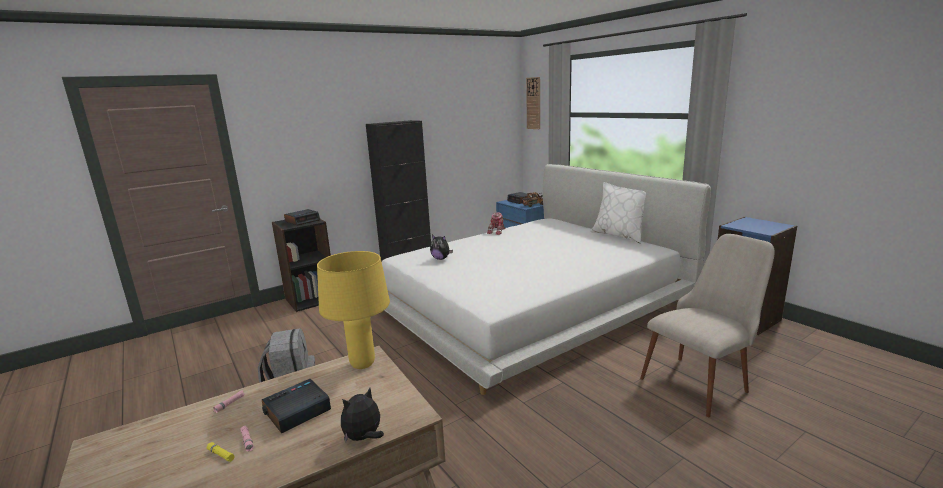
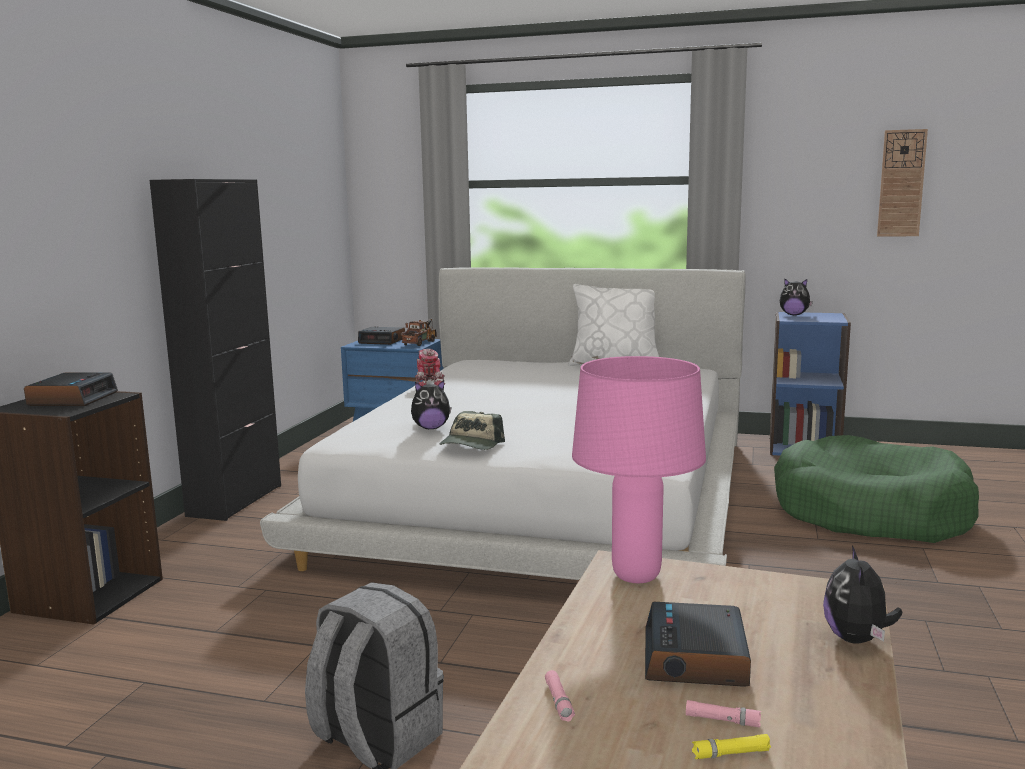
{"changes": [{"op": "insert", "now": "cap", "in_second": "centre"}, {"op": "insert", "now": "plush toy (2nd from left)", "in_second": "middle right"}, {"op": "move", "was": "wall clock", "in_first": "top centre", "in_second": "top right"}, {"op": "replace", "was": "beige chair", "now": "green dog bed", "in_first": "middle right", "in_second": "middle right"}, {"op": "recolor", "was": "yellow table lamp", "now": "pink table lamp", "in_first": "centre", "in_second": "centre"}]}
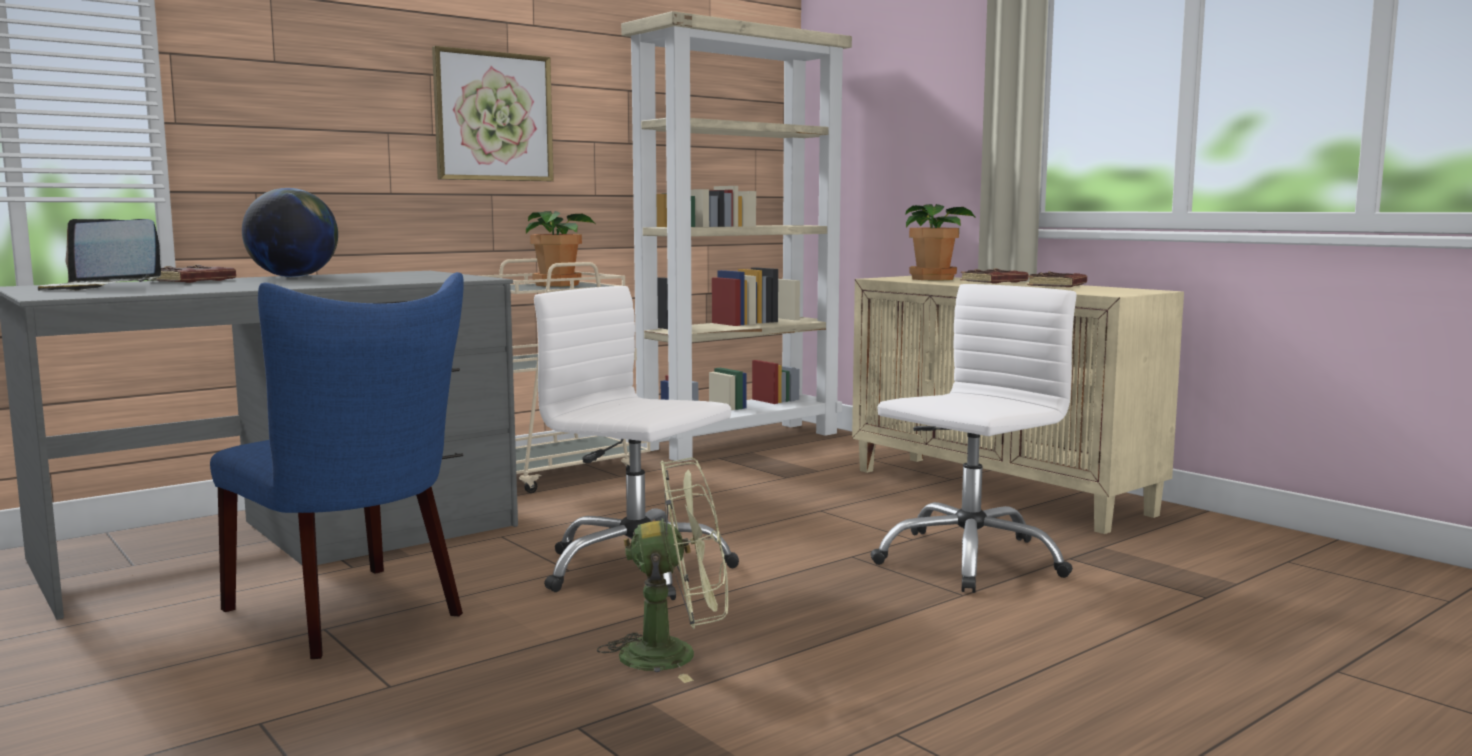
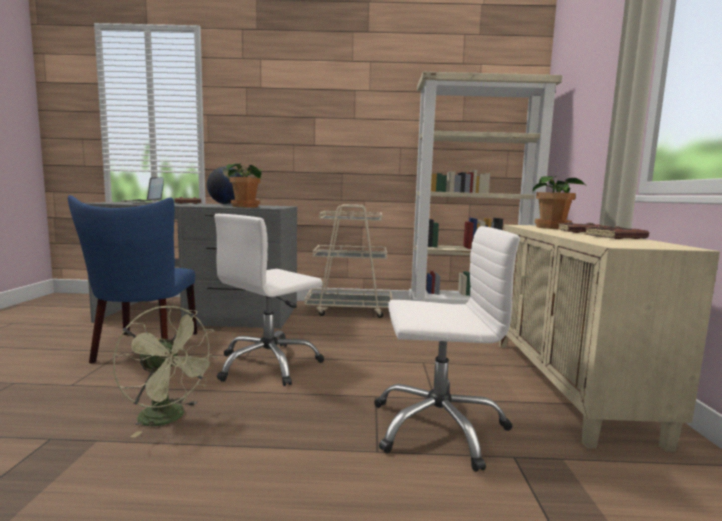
{"changes": [{"op": "delete", "was": "picture", "in_first": "top centre"}, {"op": "move", "was": "potted plant (1st from left)", "in_first": "top centre", "in_second": "centre"}, {"op": "rotate", "was": "white office chair (1st from left)", "in_first": "centre", "in_second": "centre", "clockwise": -120}]}
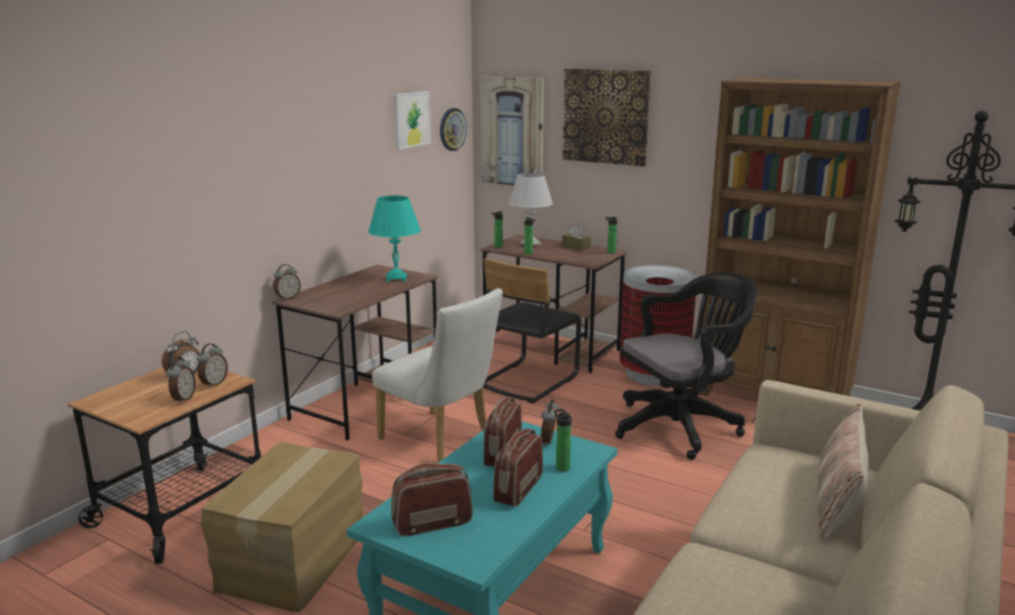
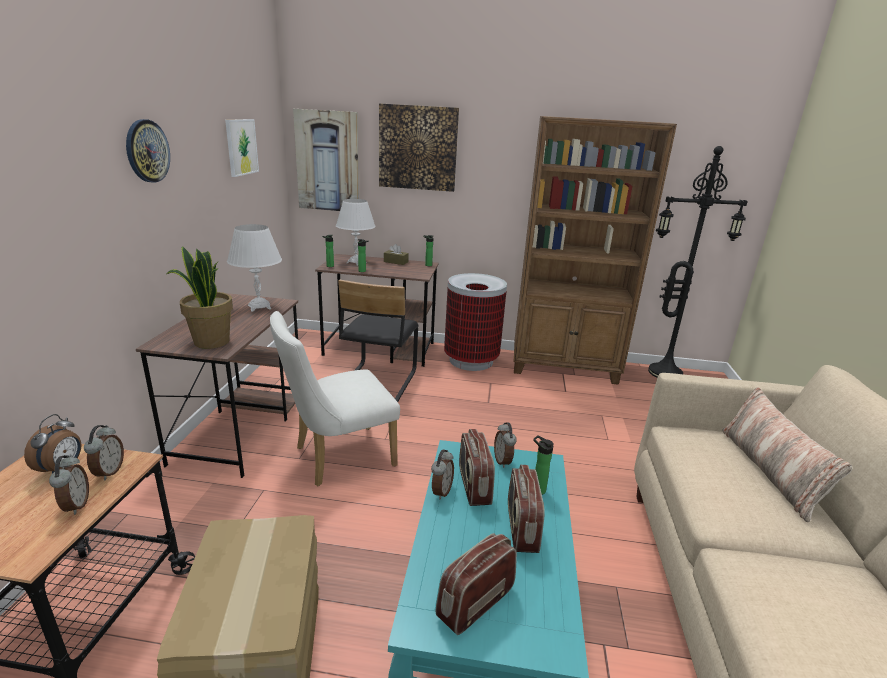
{"changes": [{"op": "delete", "was": "black office chair", "in_first": "middle right"}, {"op": "insert", "now": "potted plant", "in_second": "middle left"}, {"op": "move", "was": "alarm clock (4th from left)", "in_first": "middle left", "in_second": "bottom centre"}, {"op": "move", "was": "wall clock", "in_first": "top centre", "in_second": "top left"}, {"op": "recolor", "was": "turquoise table lamp", "now": "white table lamp (1st from left)", "in_first": "centre", "in_second": "middle left"}, {"op": "rotate", "was": "white chair", "in_first": "centre", "in_second": "centre", "clockwise": 135}]}
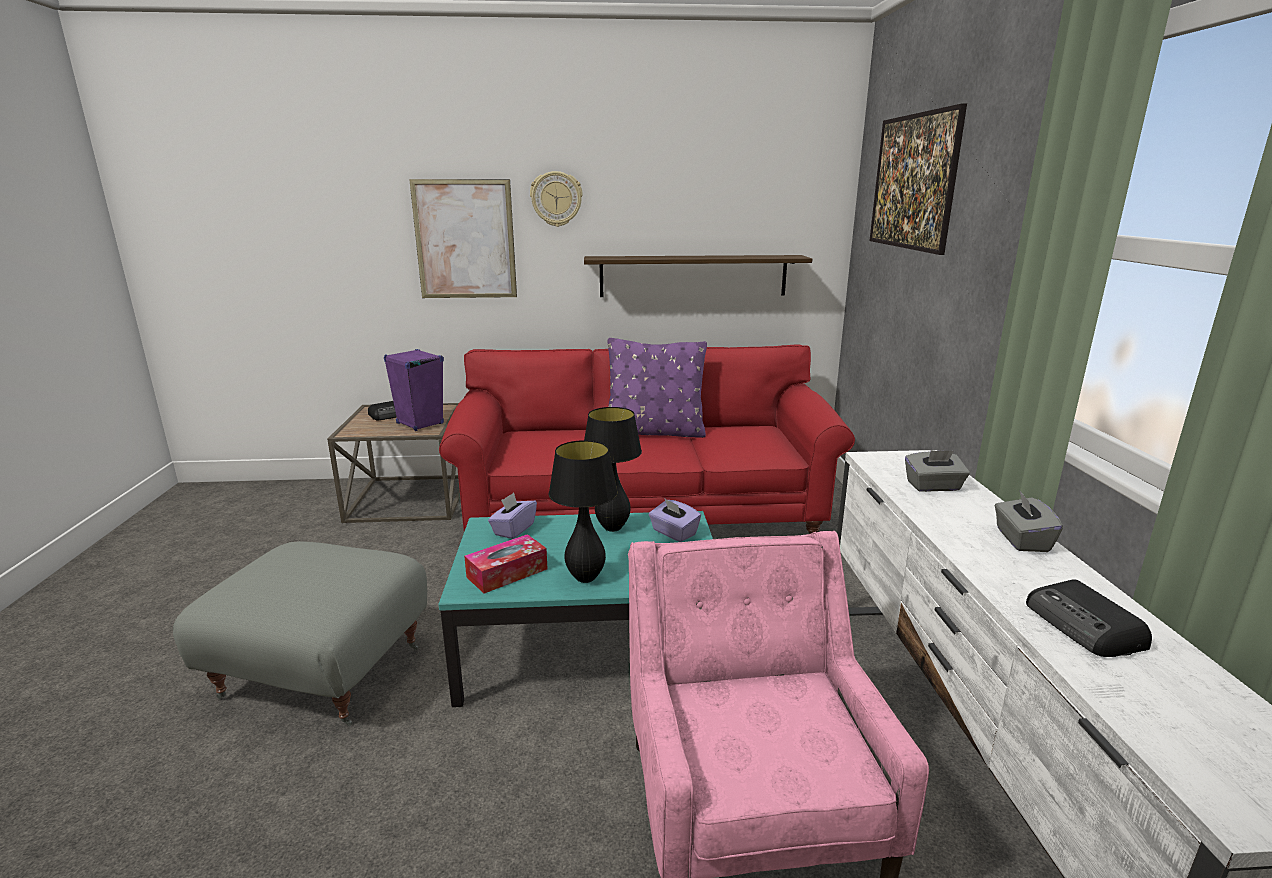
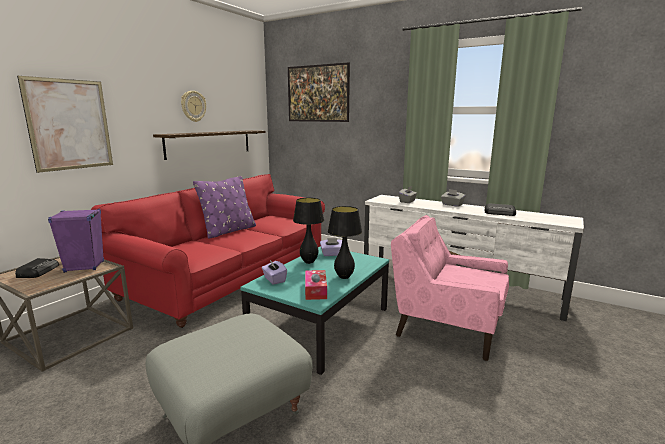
{"changes": [{"op": "move", "was": "wall clock", "in_first": "top centre", "in_second": "top left"}]}
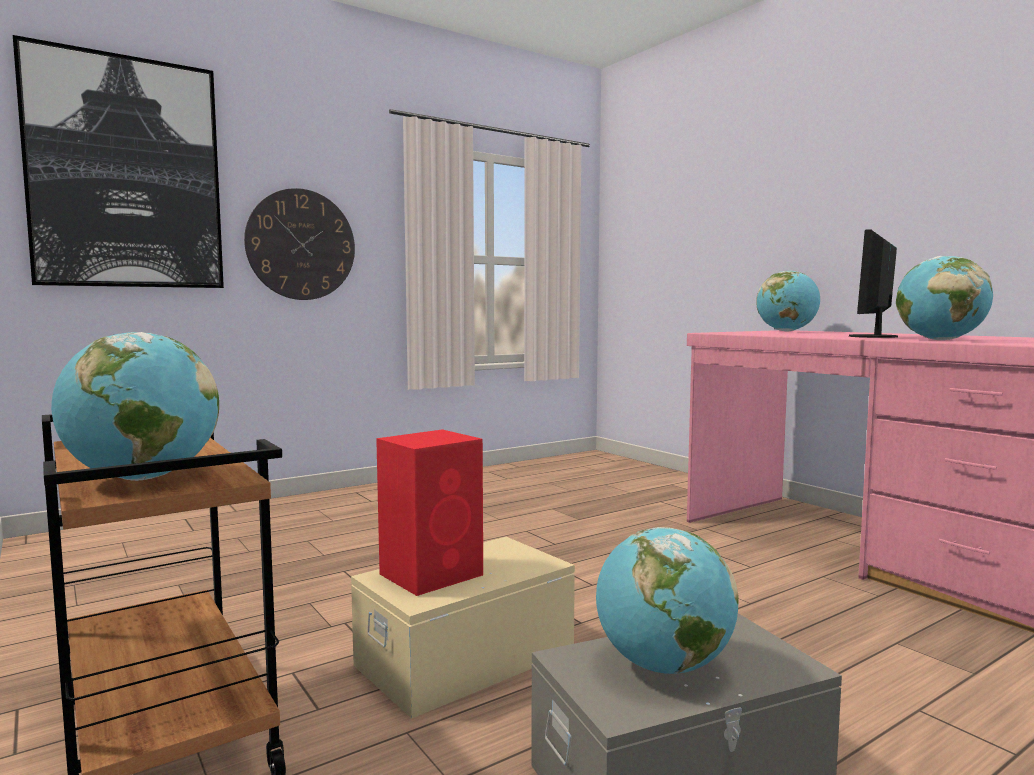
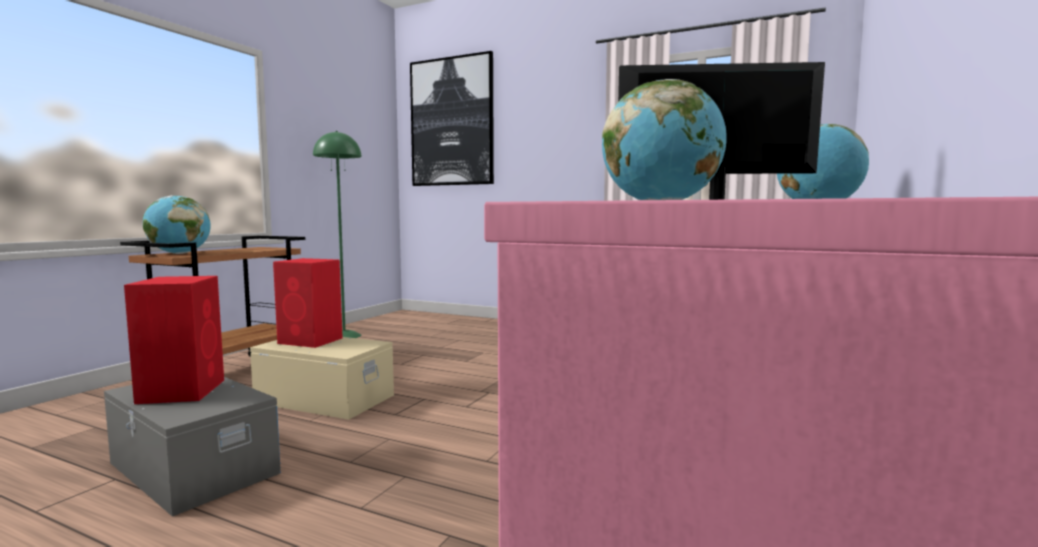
{"changes": [{"op": "delete", "was": "wall clock", "in_first": "top left"}, {"op": "insert", "now": "green floor lamp", "in_second": "middle left"}, {"op": "replace", "was": "globe (2nd from left)", "now": "red speaker (1st from left)", "in_first": "bottom centre", "in_second": "middle left"}]}
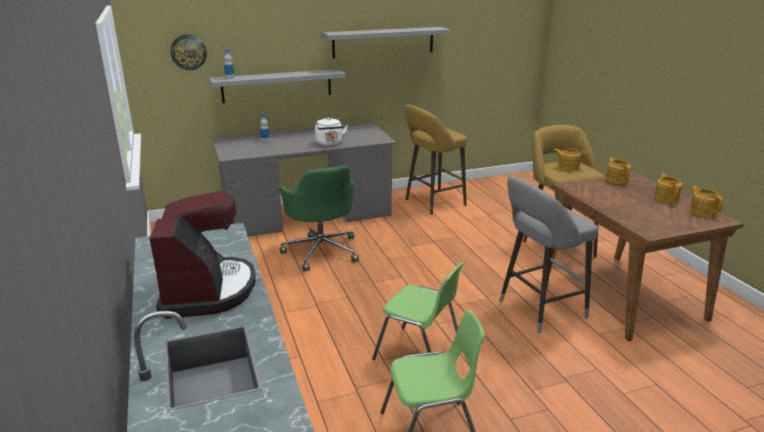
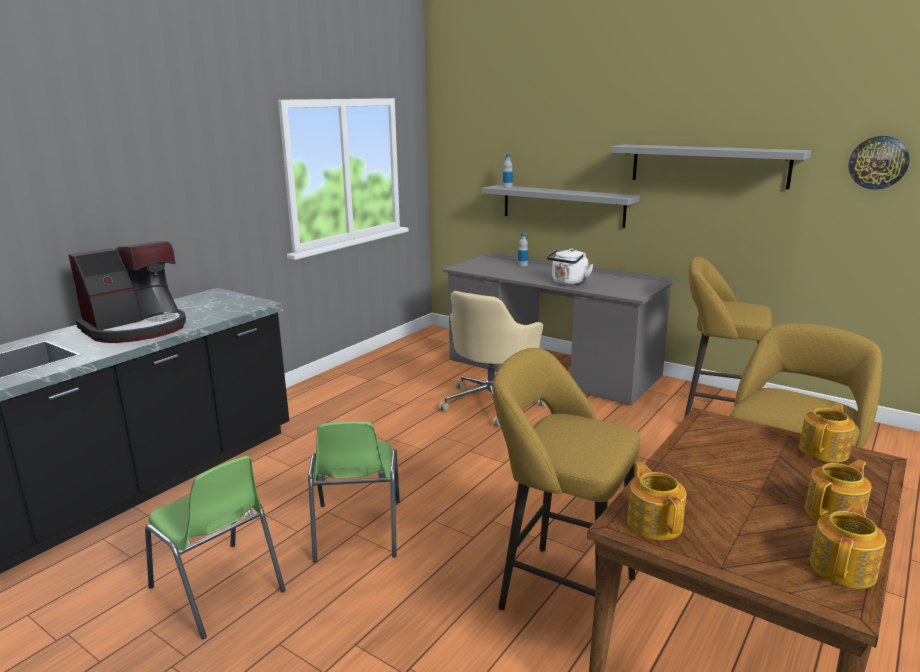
{"changes": [{"op": "move", "was": "wall clock", "in_first": "top left", "in_second": "top right"}, {"op": "move", "was": "teapot (1st from left)", "in_first": "middle right", "in_second": "bottom right"}, {"op": "recolor", "was": "green office chair", "now": "beige office chair", "in_first": "centre", "in_second": "centre"}, {"op": "recolor", "was": "grey stool", "now": "yellow stool (1st from left)", "in_first": "middle right", "in_second": "bottom centre"}]}
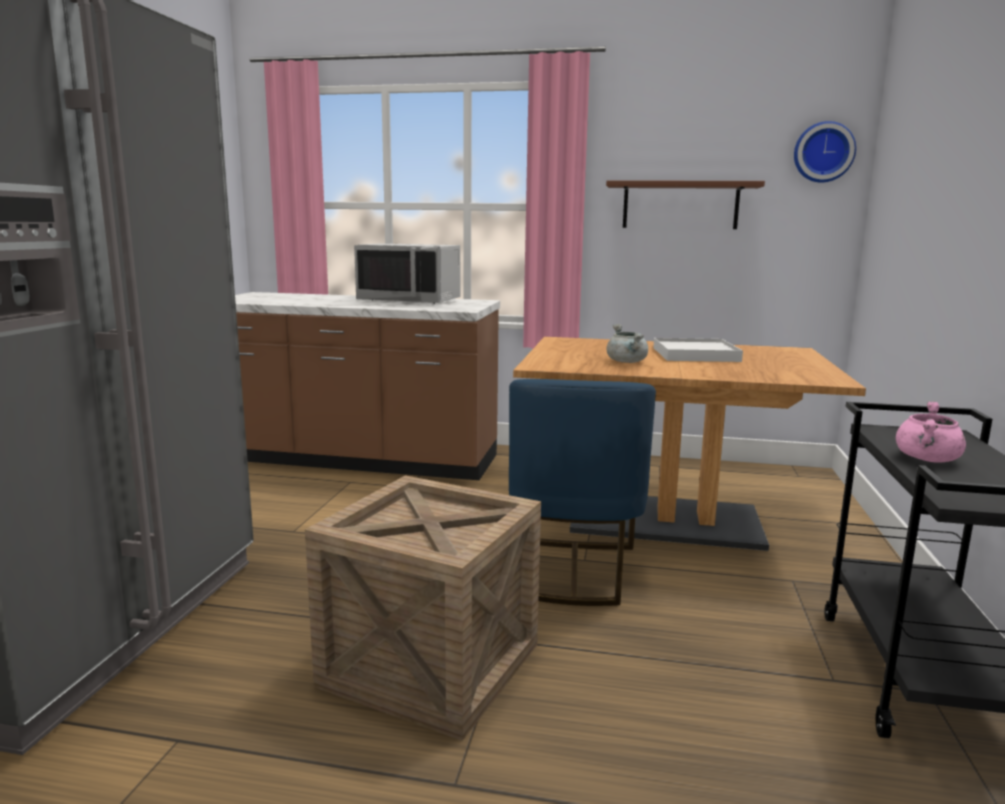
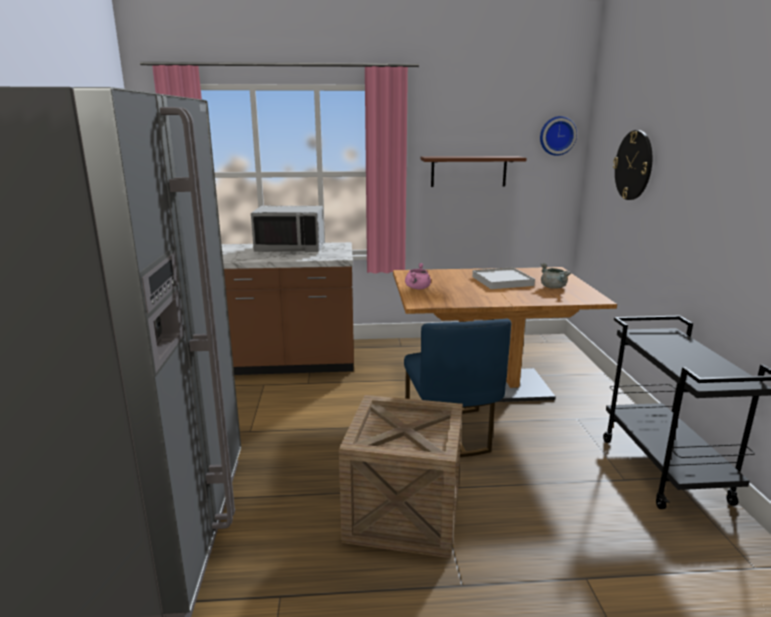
{"changes": [{"op": "insert", "now": "wall clock (2nd from left)", "in_second": "top right"}, {"op": "move", "was": "grey cooking pot", "in_first": "centre", "in_second": "middle right"}, {"op": "move", "was": "pink cooking pot", "in_first": "middle right", "in_second": "centre"}]}
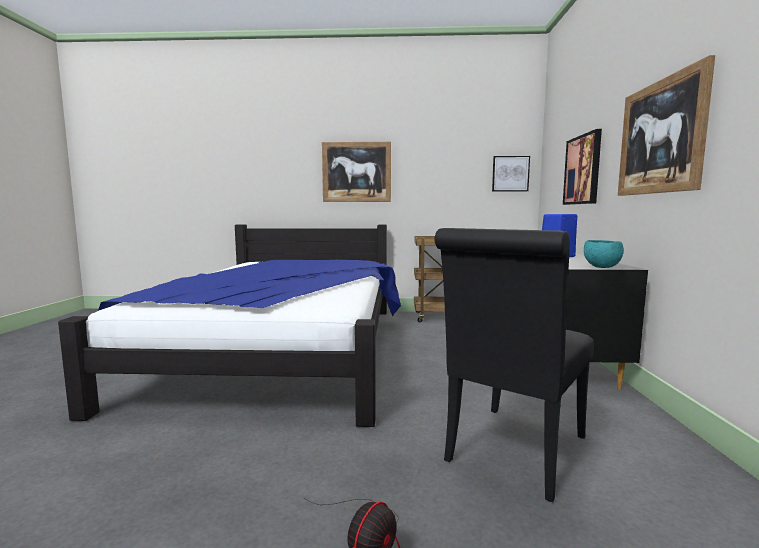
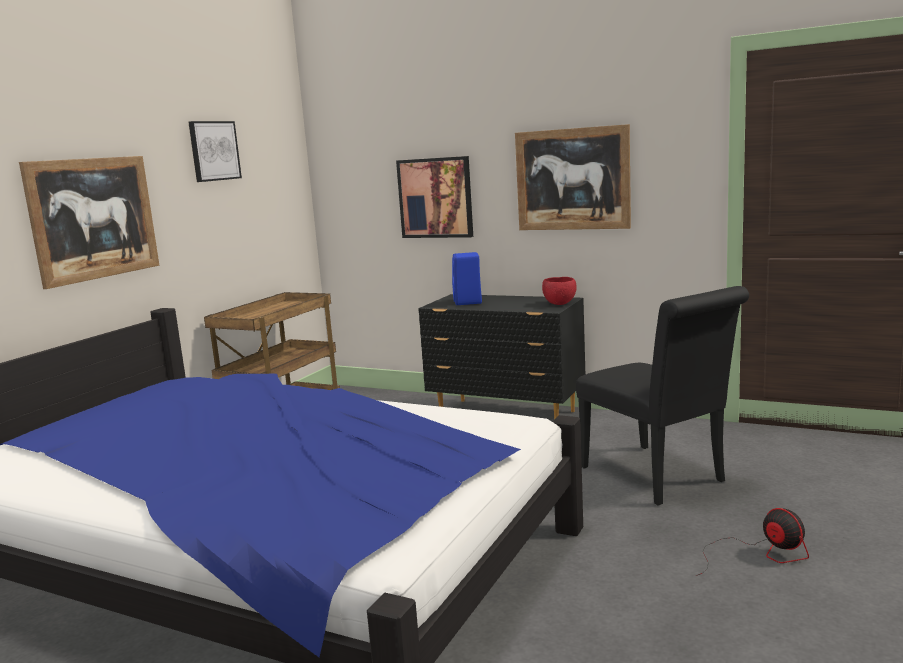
{"changes": [{"op": "move", "was": "picture (2nd from left)", "in_first": "top right", "in_second": "top left"}, {"op": "recolor", "was": "turquoise bowl", "now": "red bowl", "in_first": "middle right", "in_second": "centre"}]}
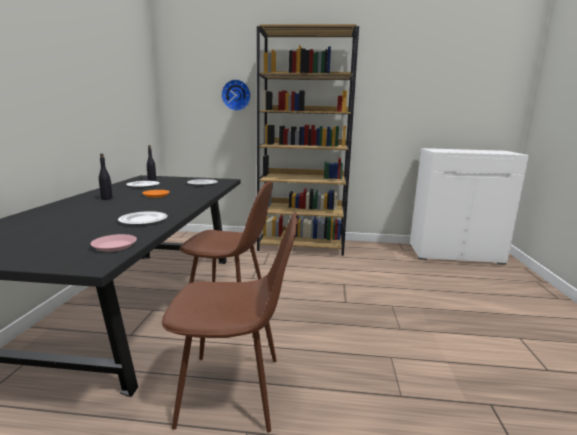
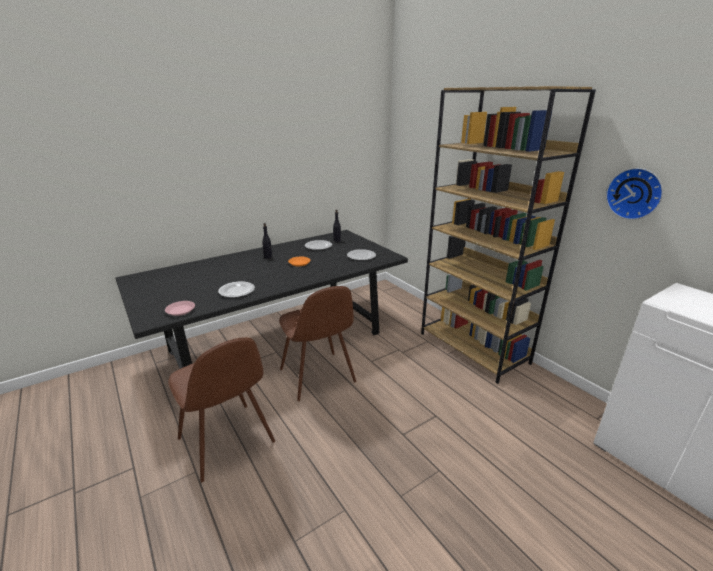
{"changes": [{"op": "move", "was": "wall clock", "in_first": "top centre", "in_second": "middle right"}]}
